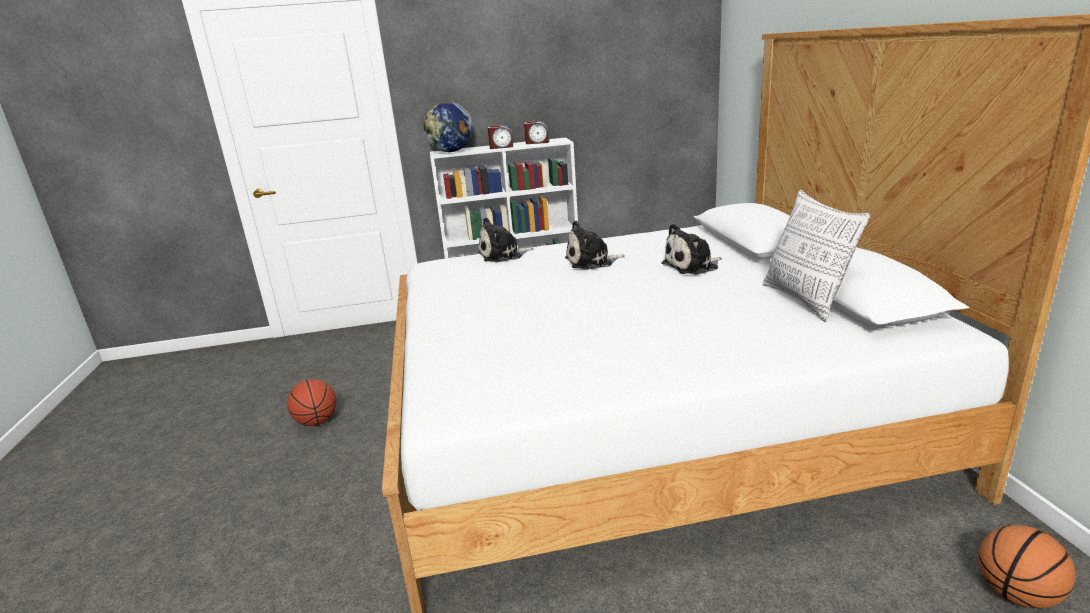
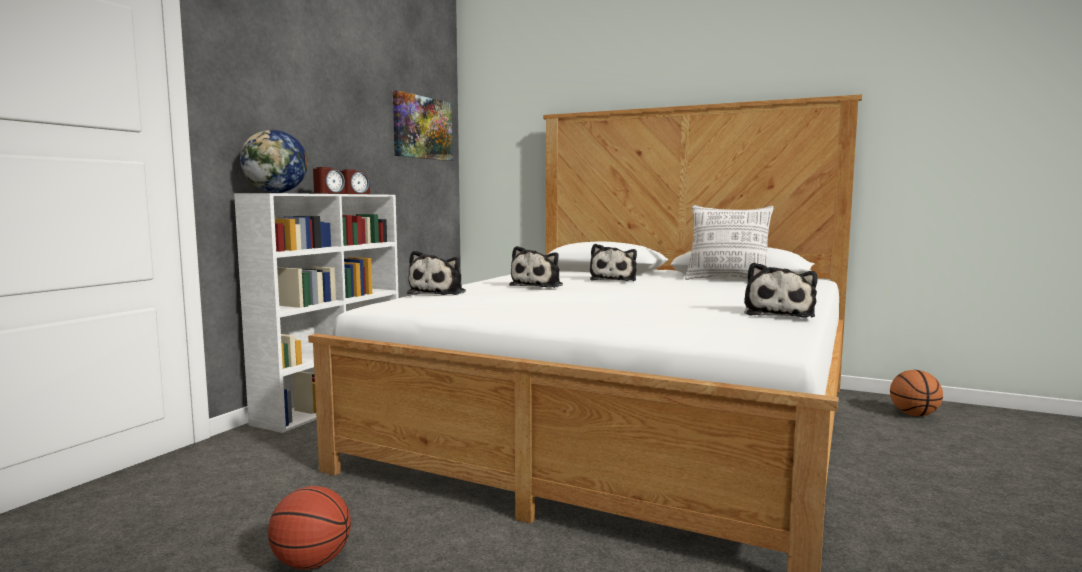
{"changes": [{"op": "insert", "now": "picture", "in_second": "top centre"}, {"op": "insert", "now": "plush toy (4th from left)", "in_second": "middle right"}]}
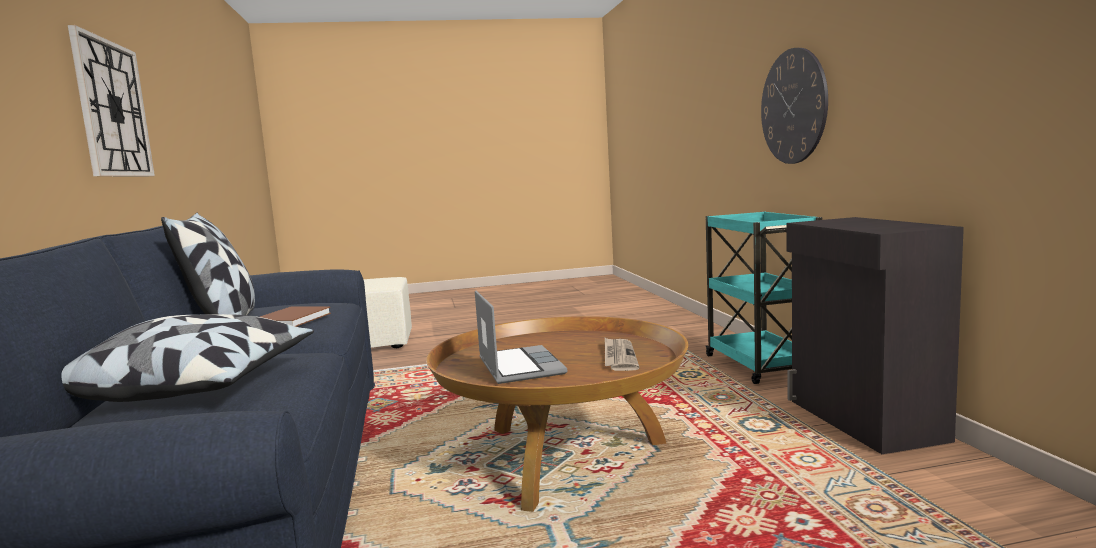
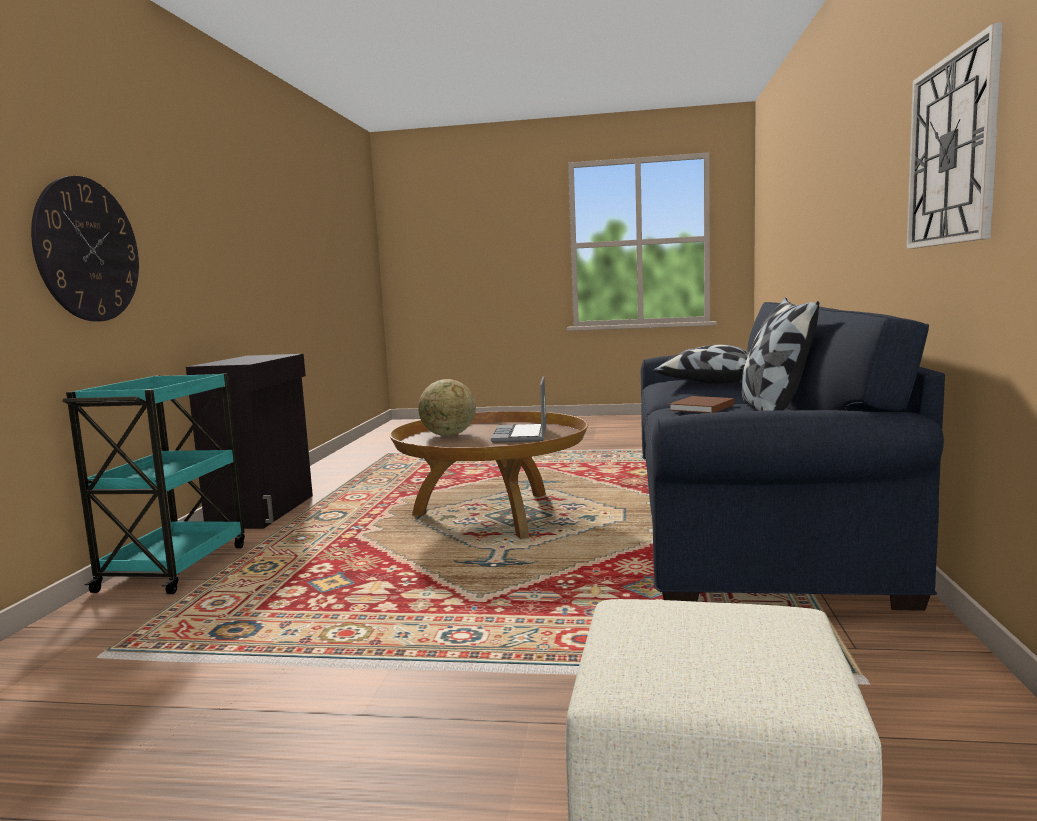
{"changes": [{"op": "replace", "was": "newspaper", "now": "globe", "in_first": "centre", "in_second": "centre"}]}
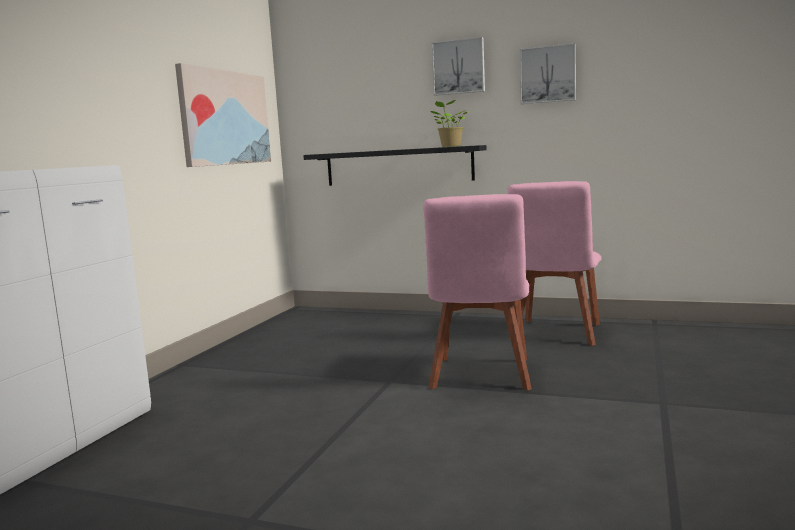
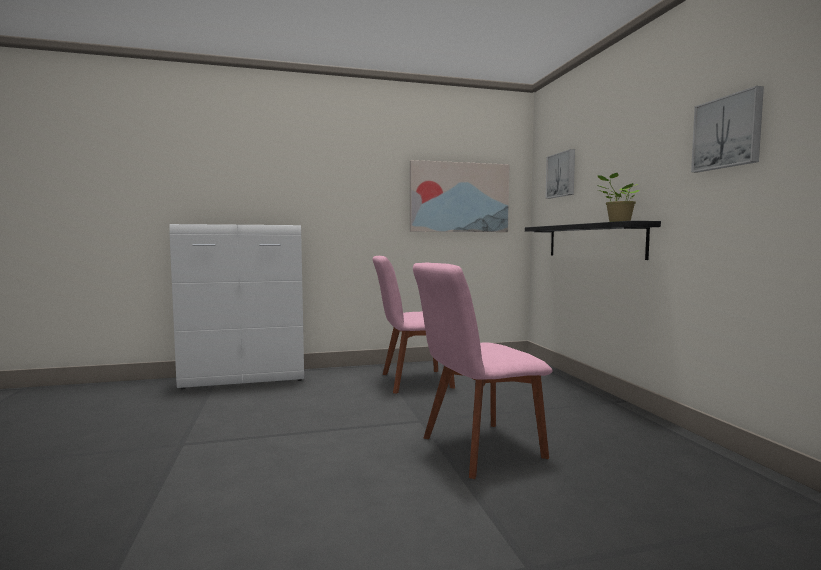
{"changes": [{"op": "move", "was": "picture (2nd from left)", "in_first": "top centre", "in_second": "top right"}, {"op": "move", "was": "pink chair (2nd from left in the first image)", "now": "pink chair (1st from left)", "in_first": "middle right", "in_second": "centre"}]}
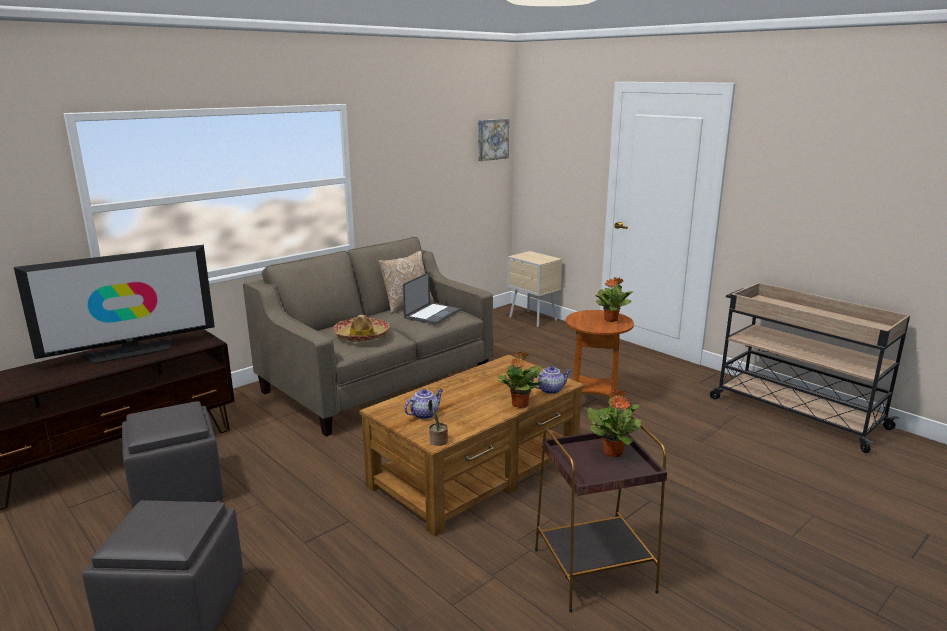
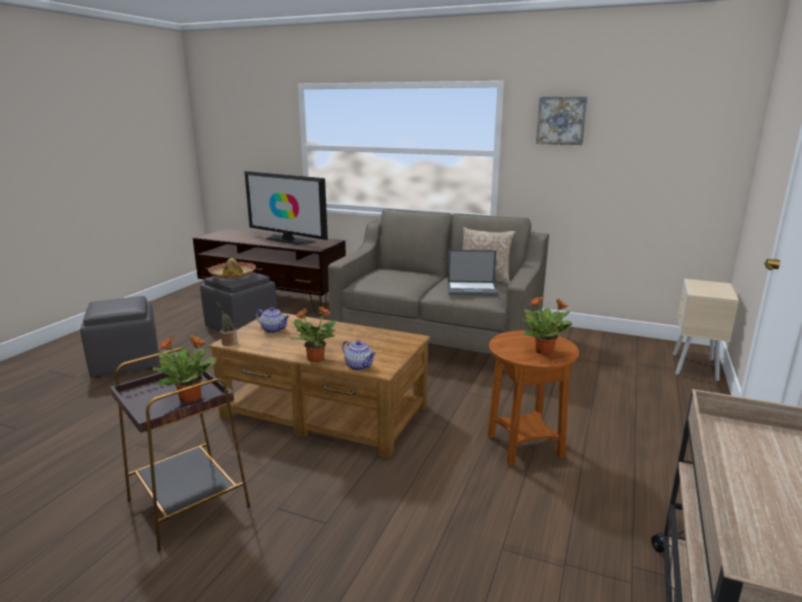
{"changes": [{"op": "move", "was": "hat", "in_first": "centre", "in_second": "middle left"}, {"op": "move", "was": "picture", "in_first": "top centre", "in_second": "top right"}]}
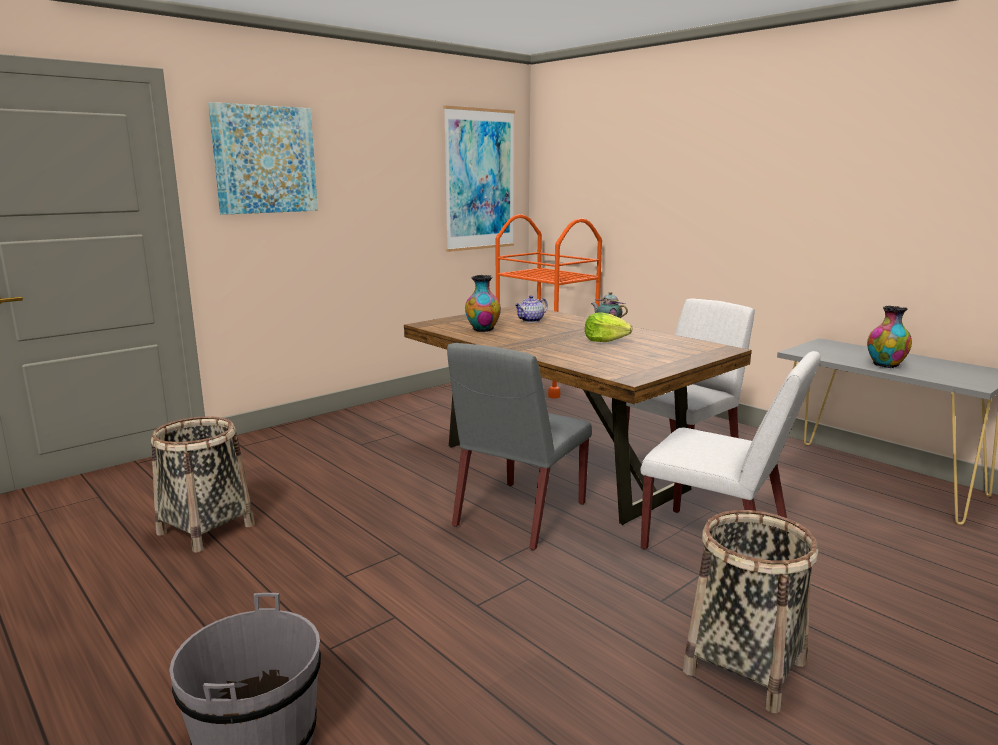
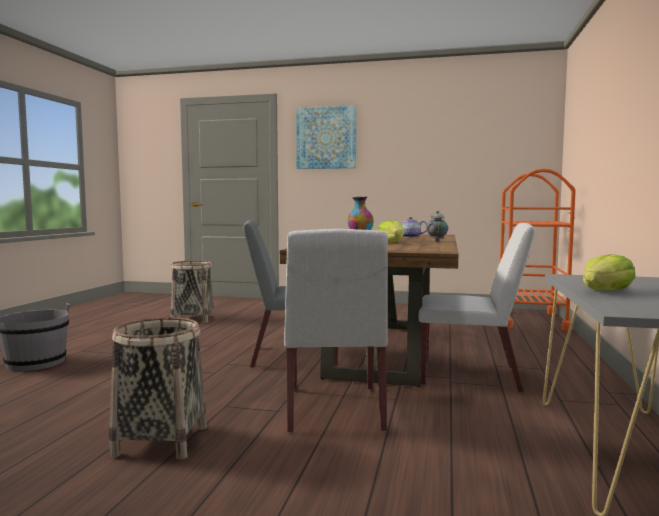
{"changes": [{"op": "delete", "was": "picture (2nd from left)", "in_first": "top centre"}, {"op": "replace", "was": "vase (2nd from left)", "now": "lettuce (2nd from left)", "in_first": "middle right", "in_second": "middle right"}]}
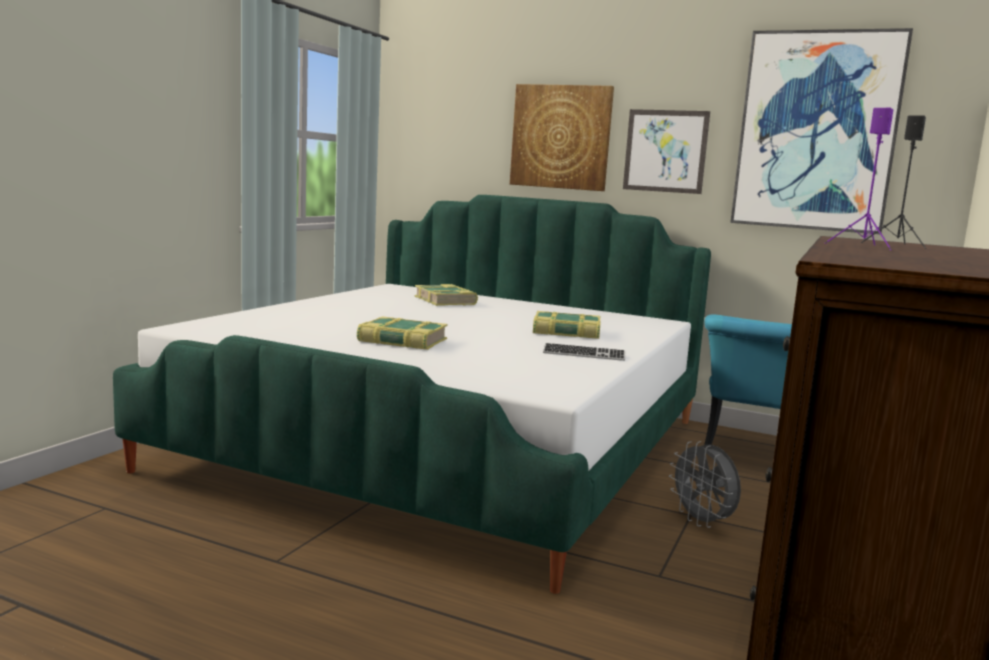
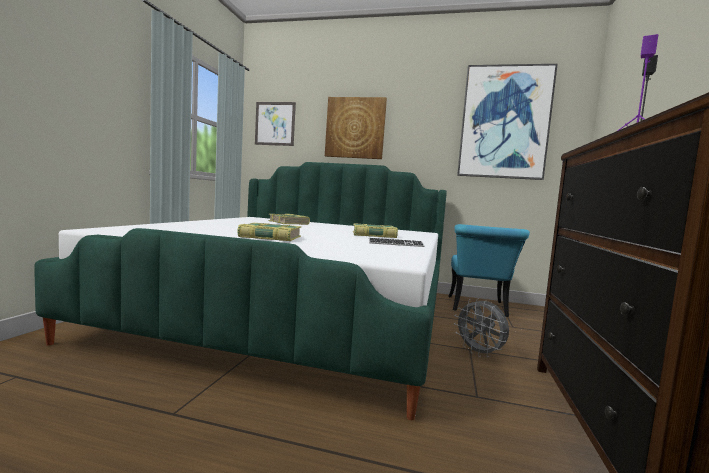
{"changes": [{"op": "move", "was": "picture (2nd from left in the first image)", "now": "picture (1st from left)", "in_first": "top right", "in_second": "top centre"}]}
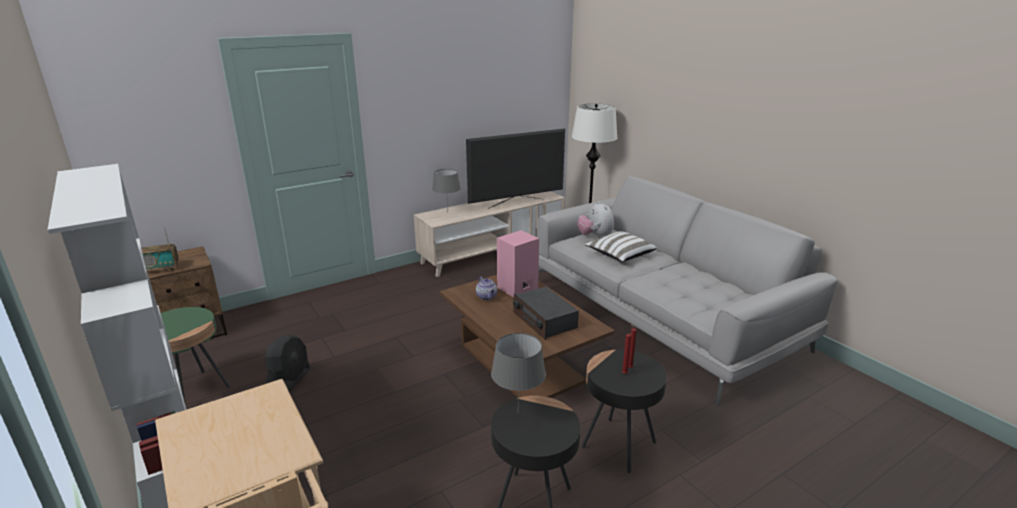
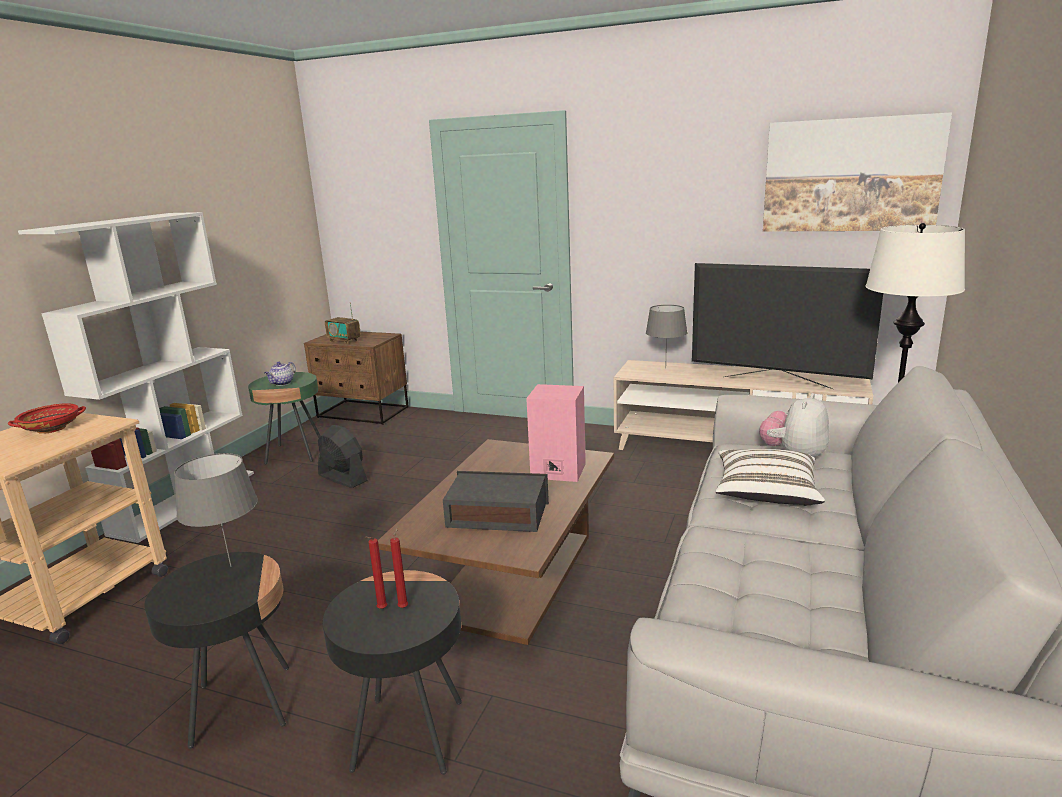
{"changes": [{"op": "insert", "now": "red bowl", "in_second": "middle left"}, {"op": "insert", "now": "picture", "in_second": "top right"}, {"op": "move", "was": "teapot", "in_first": "centre", "in_second": "middle left"}, {"op": "rotate", "was": "black fan", "in_first": "bottom left", "in_second": "middle left", "clockwise": -120}, {"op": "rotate", "was": "radio (2nd from left)", "in_first": "centre", "in_second": "centre", "clockwise": 75}]}
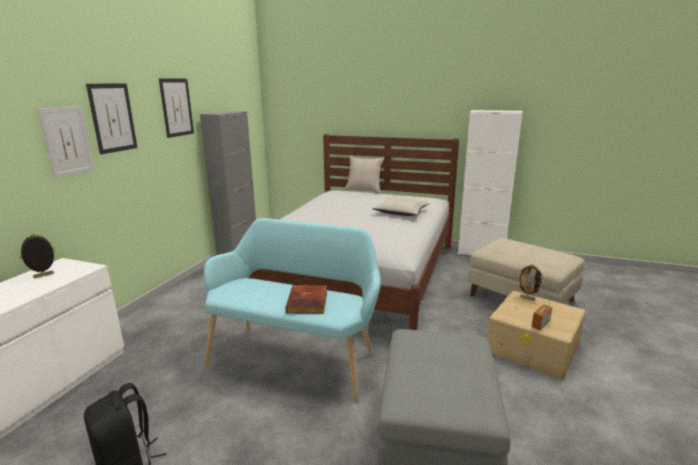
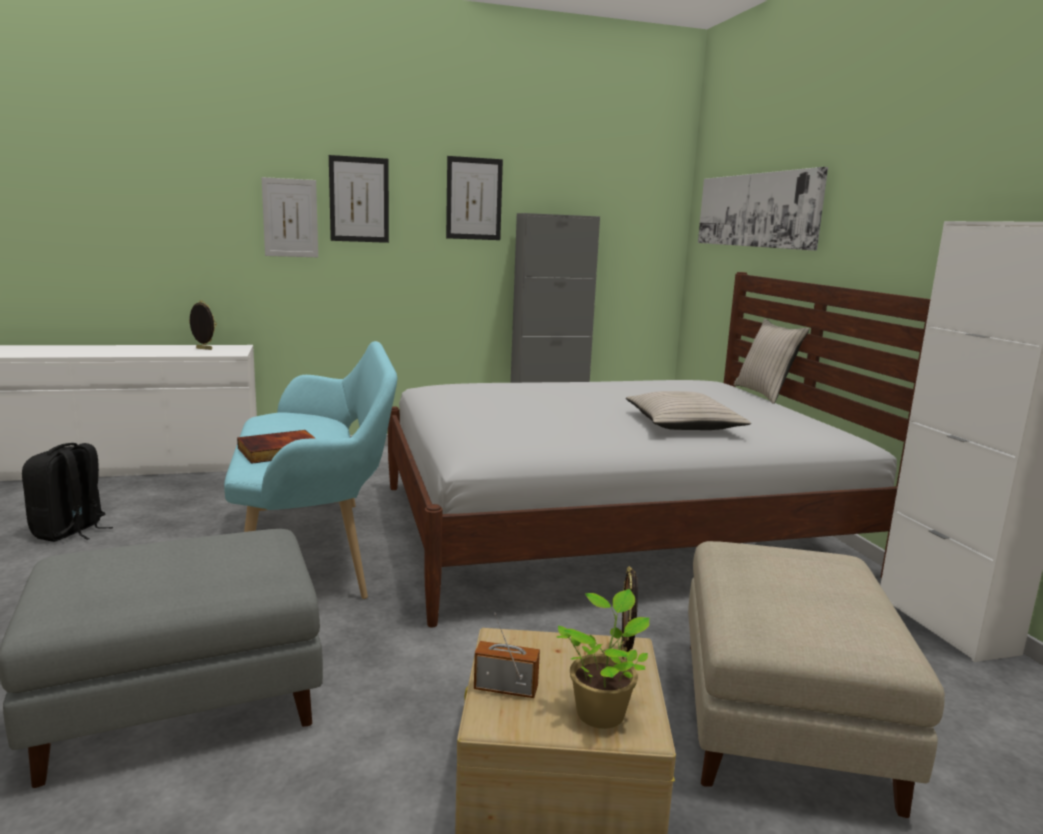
{"changes": [{"op": "insert", "now": "potted plant", "in_second": "bottom centre"}, {"op": "insert", "now": "picture (4th from left)", "in_second": "top right"}]}
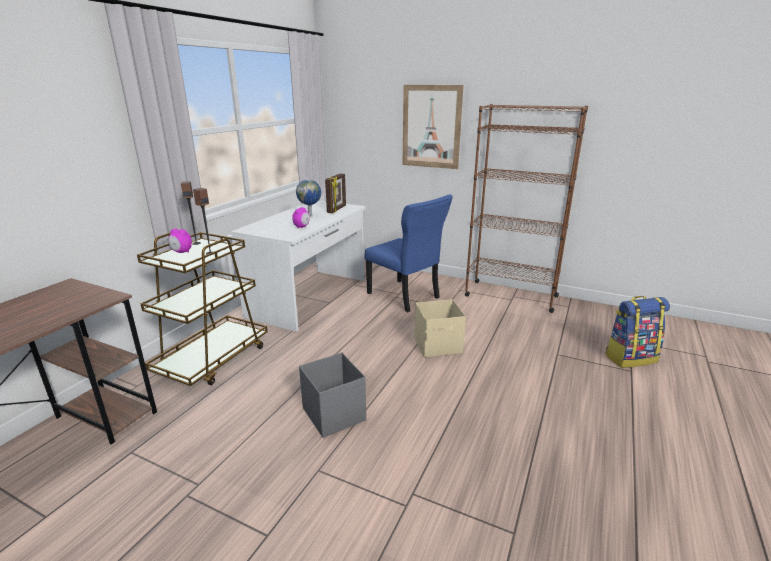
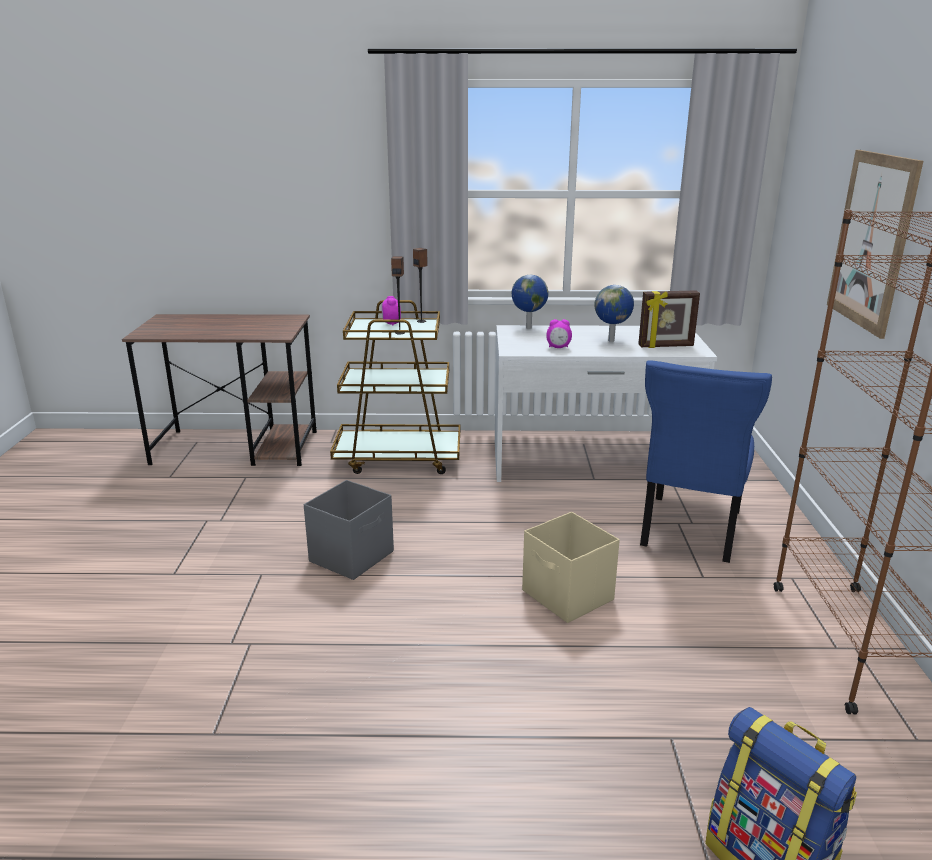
{"changes": [{"op": "insert", "now": "globe (1st from left)", "in_second": "centre"}]}
